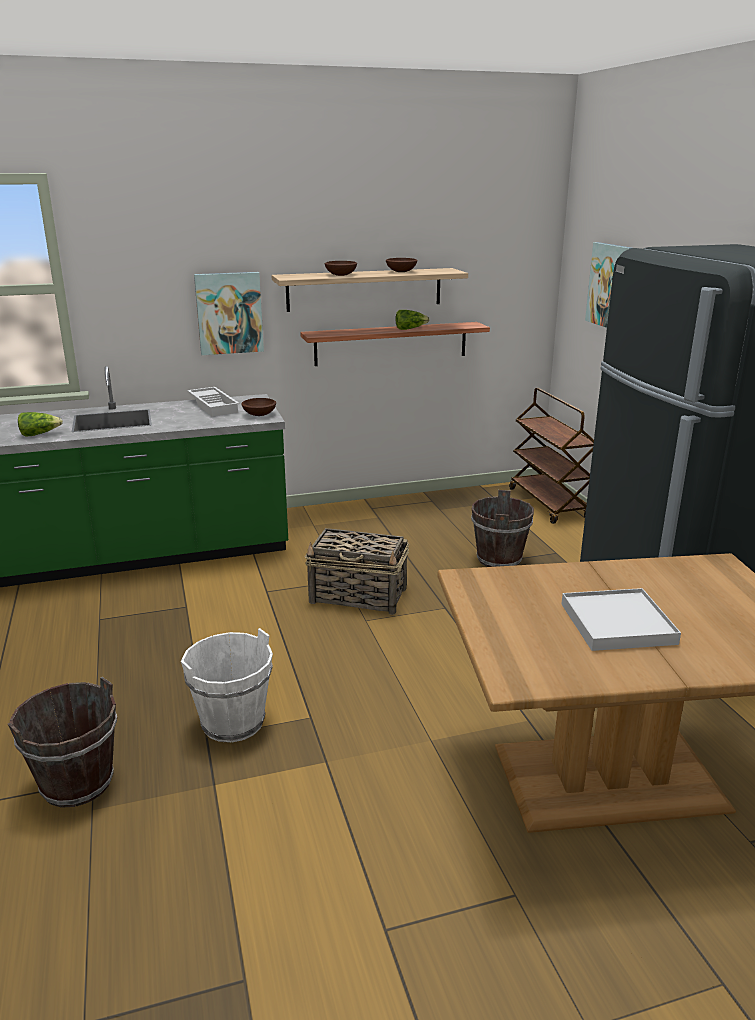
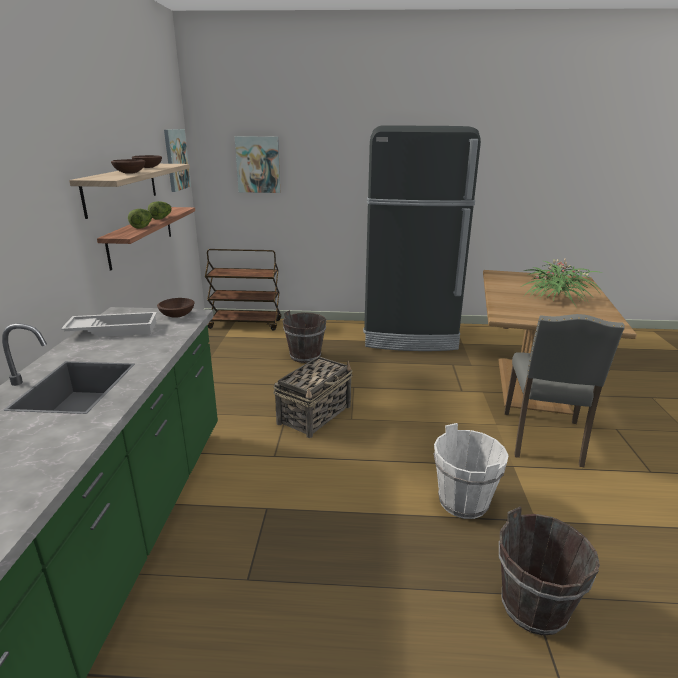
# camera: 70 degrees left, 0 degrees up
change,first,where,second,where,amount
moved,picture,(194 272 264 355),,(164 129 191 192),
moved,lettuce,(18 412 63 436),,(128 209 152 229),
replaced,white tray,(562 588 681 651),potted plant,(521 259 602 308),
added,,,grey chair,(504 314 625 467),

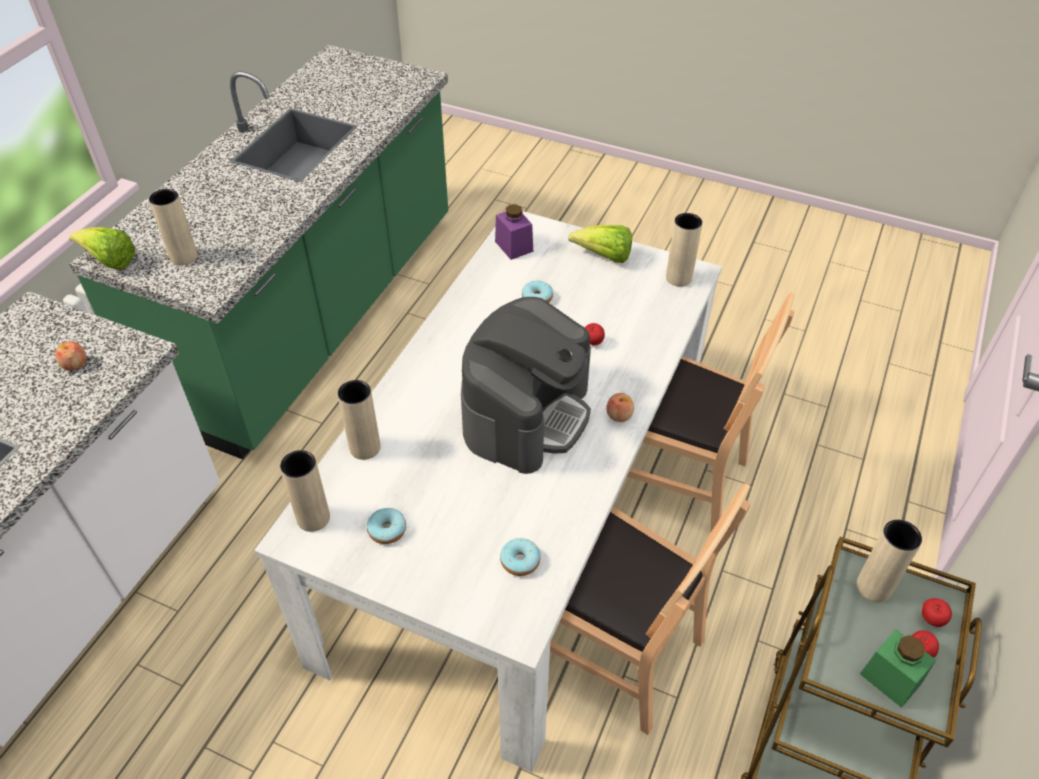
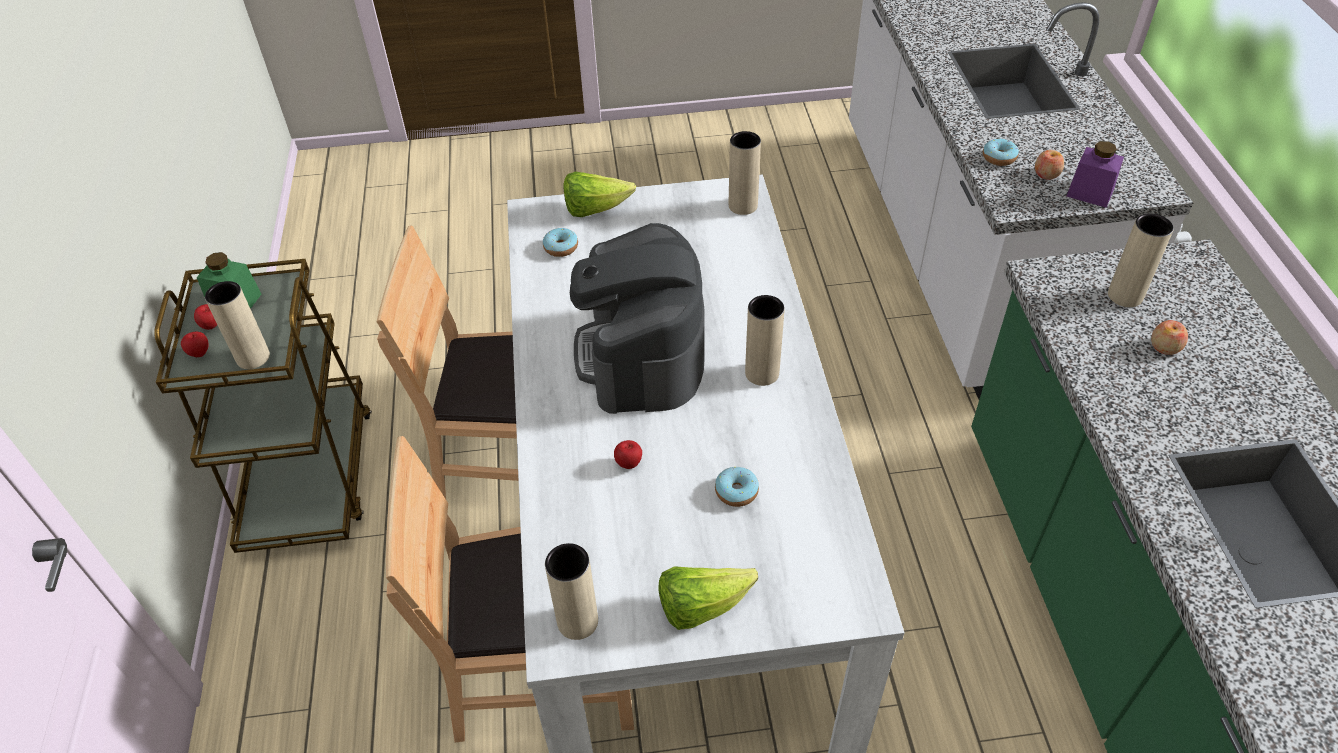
# camera: 150 degrees right, 0 degrees up
change,first,where,second,where,amount
moved,purple jar,(495 204 533 260),,(1066 141 1124 208),
moved,lettuce,(69 227 135 270),,(564 172 636 217),
moved,beige vase,(337 380 381 460),,(745 295 785 386),
moved,apple,(606 393 634 422),,(1151 320 1188 355),
moved,donut,(367 508 406 544),,(983 139 1019 166),

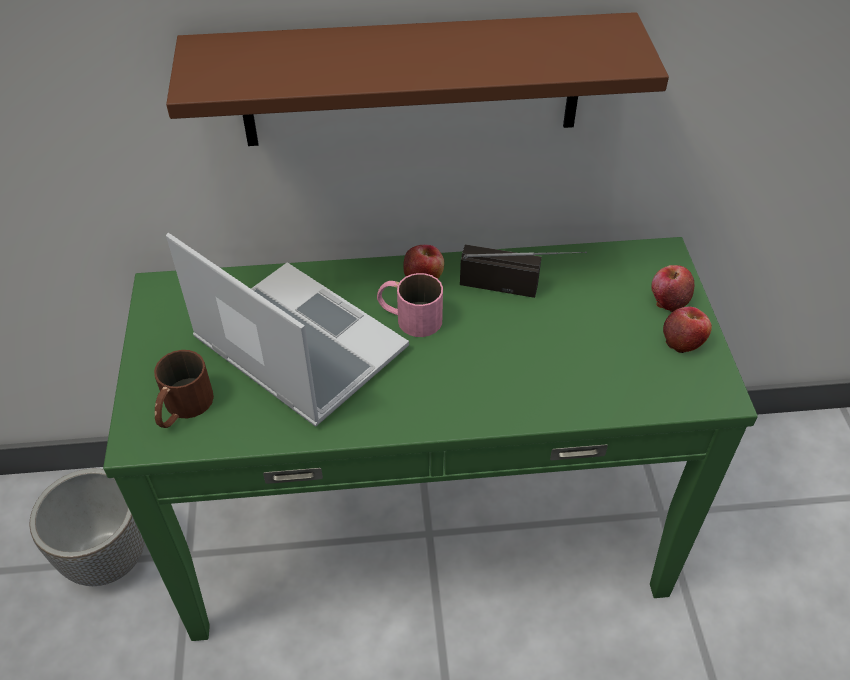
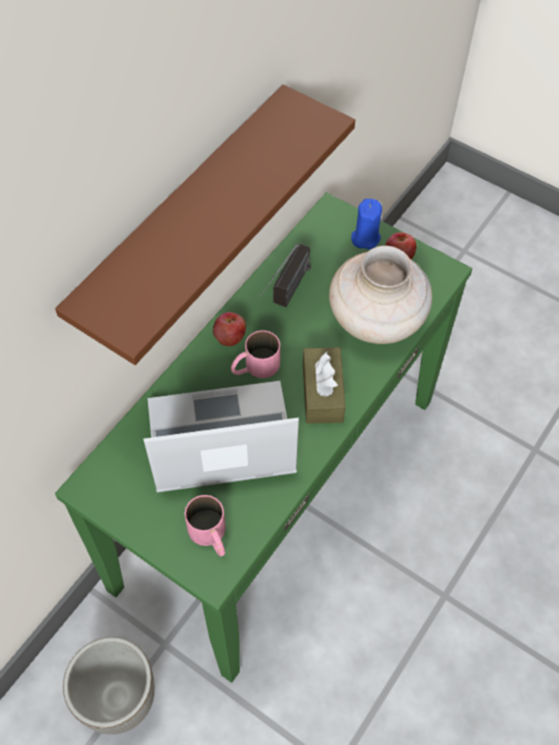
# camera: 50 degrees left, 10 degrees up
change,first,where,second,where,amount
turned,radio,(460 244 587 298),,(260 244 311 307),150 degrees clockwise
replaced,apple,(651 265 694 312),blue candle,(351 199 382 250),
recoloured,brown mug,(154 350 214 428),pink mug,(184 495 226 556),
added,,,beige vase,(329 246 432 344),
added,,,brown tissue box,(303 347 346 424),

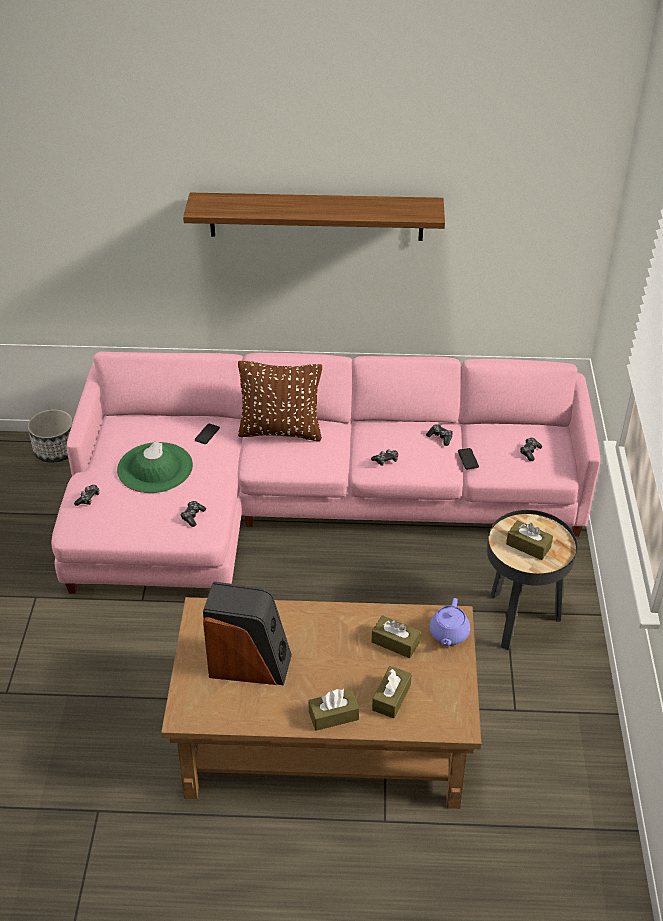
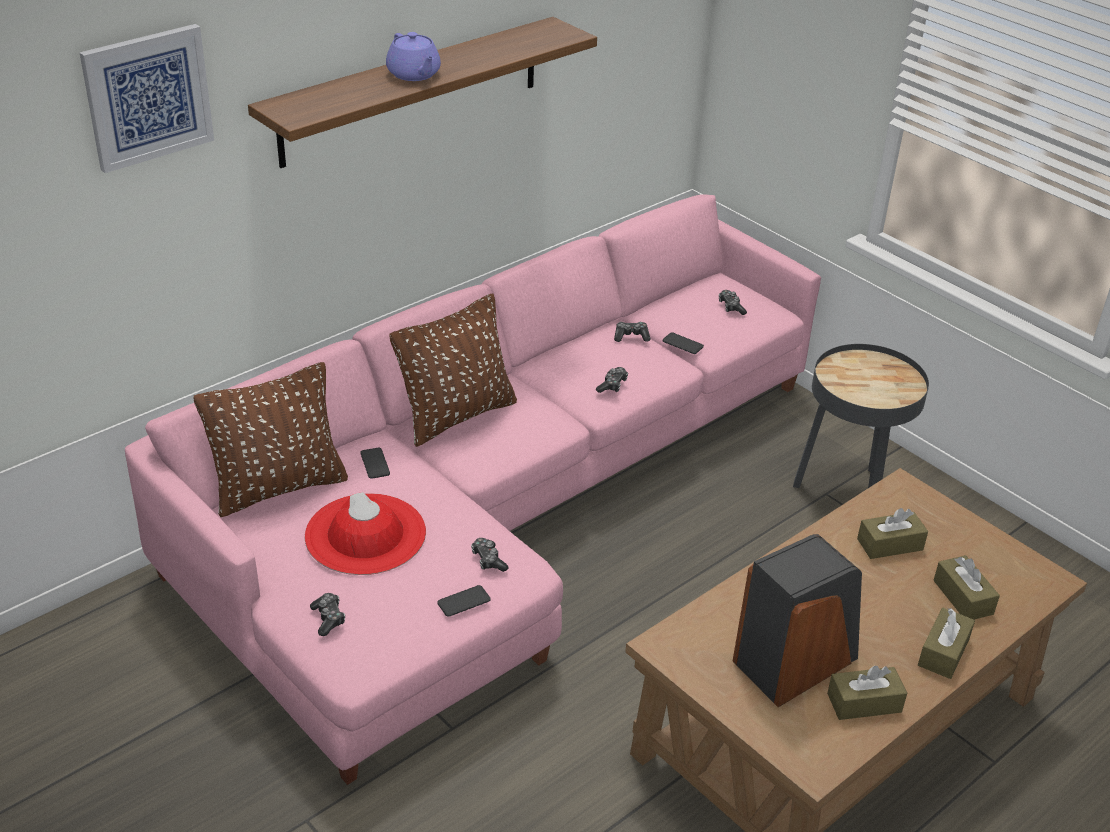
# camera: 45 degrees left, 5 degrees down
change,first,where,second,where,amount
removed,planter,(28 409 73 463),,,
recoloured,green hat,(117 442 193 493),red hat,(305 492 426 575),
moved,brown tissue box,(506 520 553 560),,(827 666 907 720),
moved,purple teapot,(429 598 470 646),,(386 32 441 81),
added,,,picture,(79 24 214 173),
added,,,brown pillow,(194 362 348 517),
added,,,phone,(437 585 490 617),

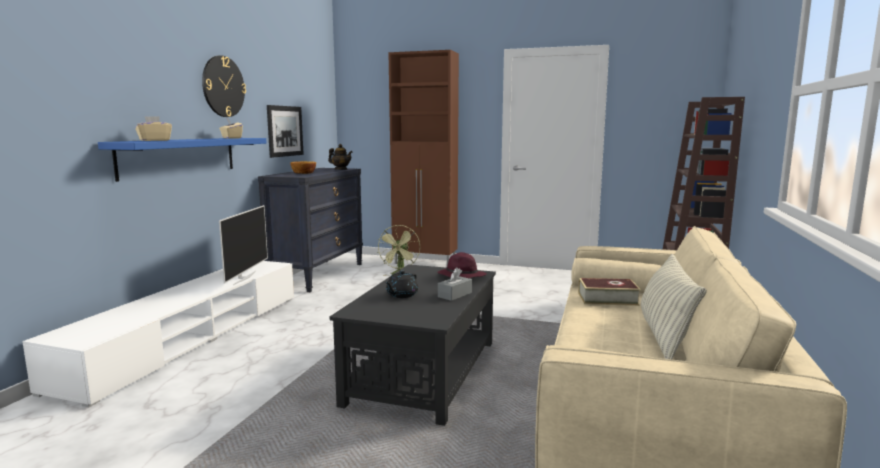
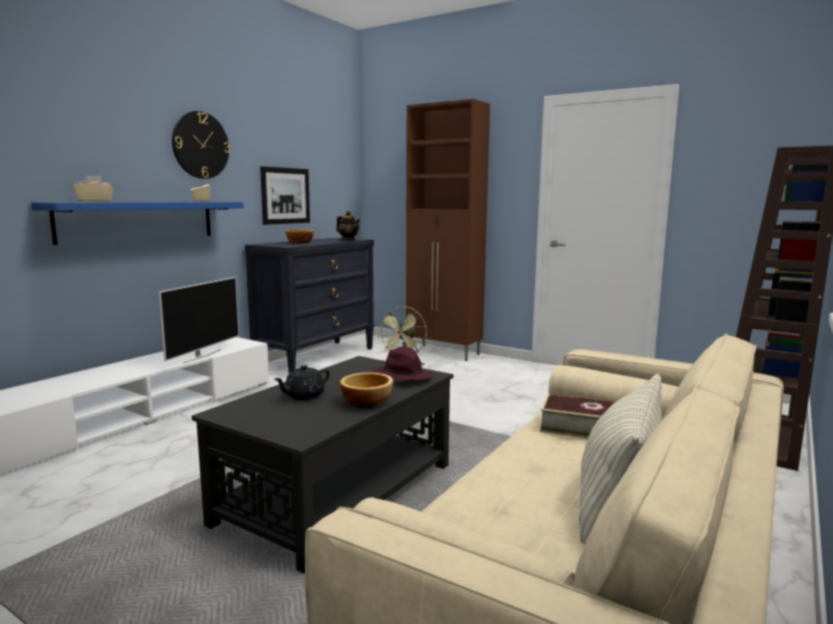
# camera: 15 degrees right, 0 degrees up
change,first,where,second,where,amount
replaced,grey tissue box,(438 267 472 301),bowl,(340 372 393 408),

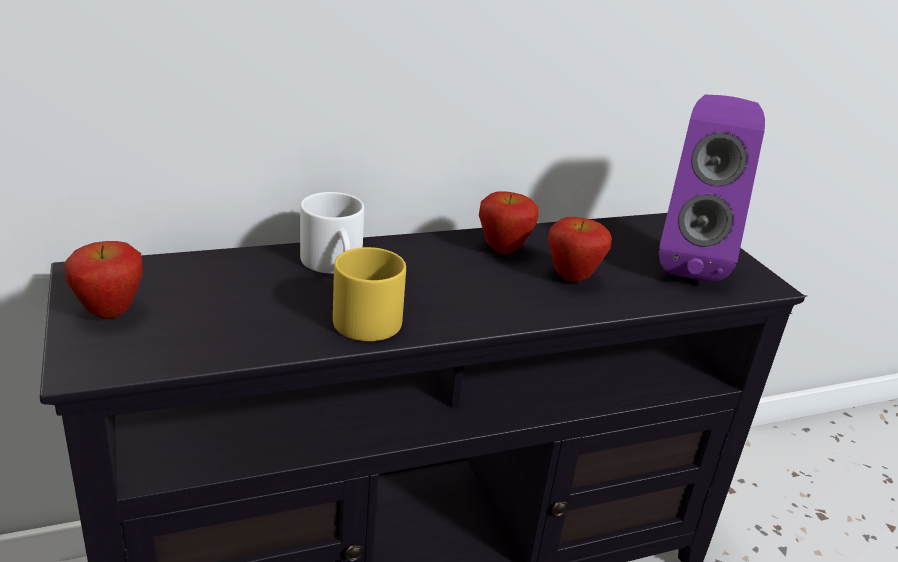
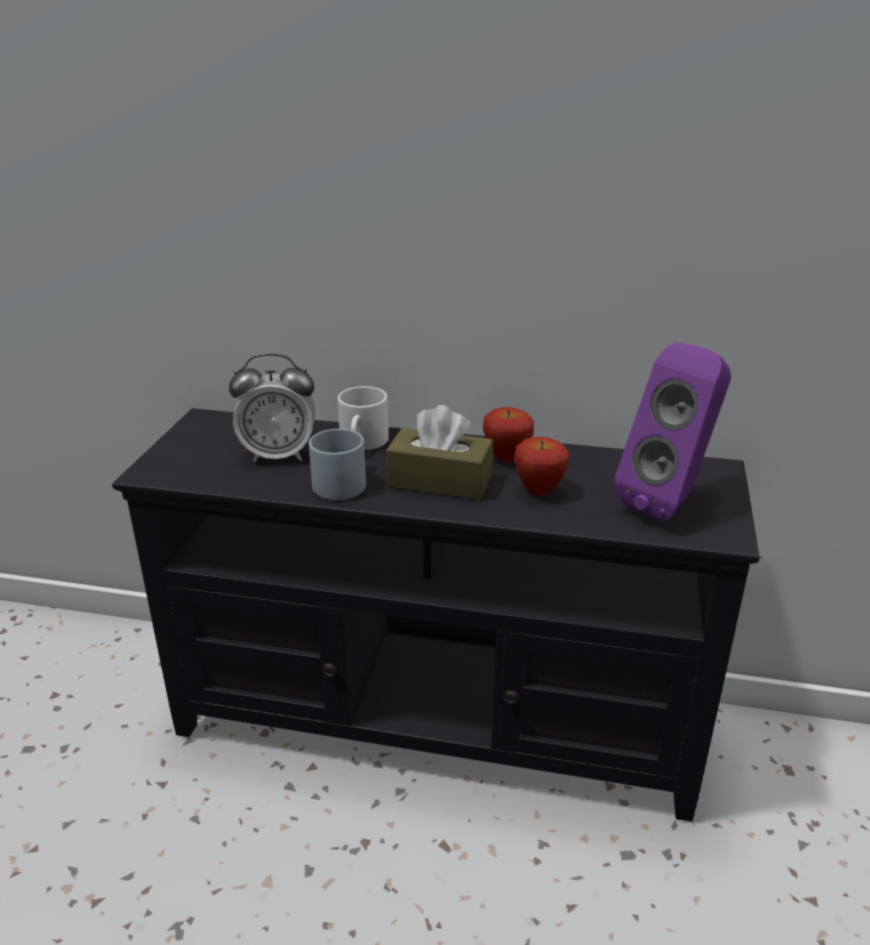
# camera: 35 degrees right, 0 degrees up
change,first,where,second,where,amount
removed,apple,(64 241 143 319),,,
recoloured,yellow mug,(333 247 406 341),grey mug,(309 429 366 500),
added,,,alarm clock,(229 353 315 462),
added,,,brown tissue box,(386 405 493 500),

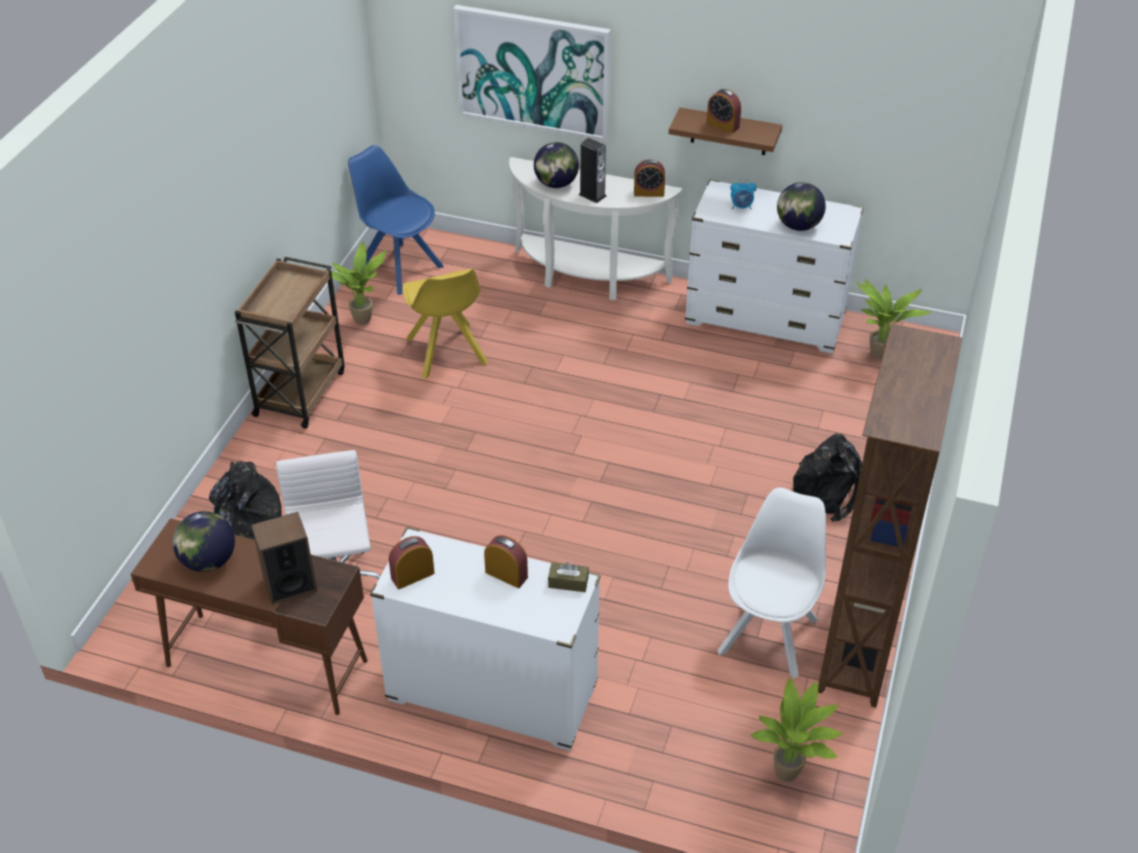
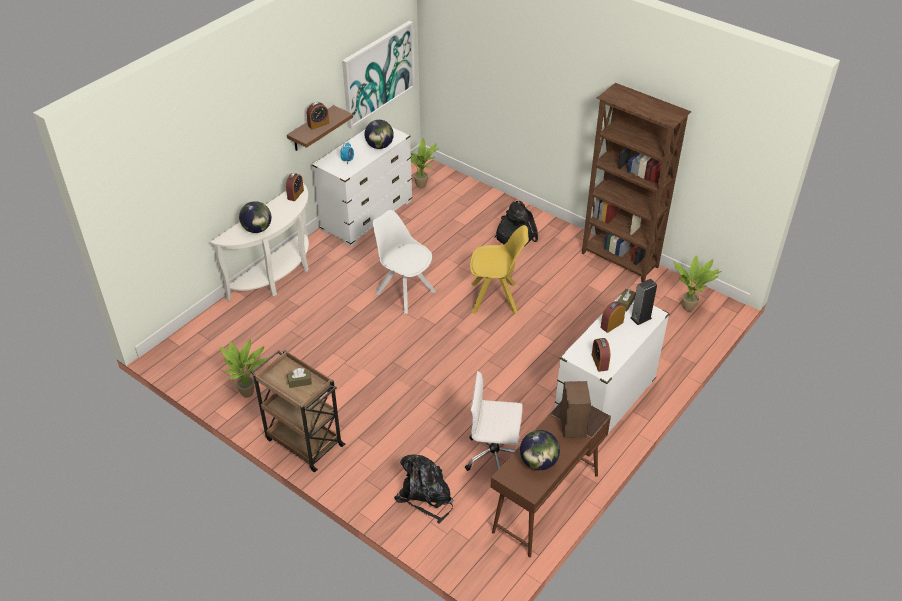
# camera: 70 degrees left, 0 degrees up
change,first,where,second,where,amount
moved,picture,(453 5 611 141),,(342 21 415 129),
moved,speaker,(578 138 606 203),,(630 279 657 325),
removed,blue chair,(348 145 444 295),,,
moved,yellow chair,(403 269 488 379),,(470 225 529 314),
moved,white chair,(717 488 826 679),,(373 210 436 314),
added,,,brown tissue box,(287 368 312 388),

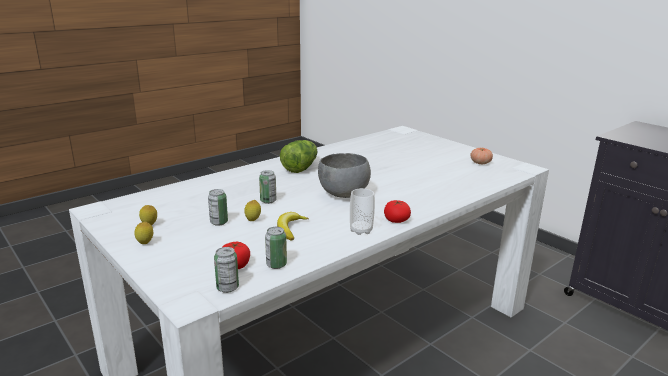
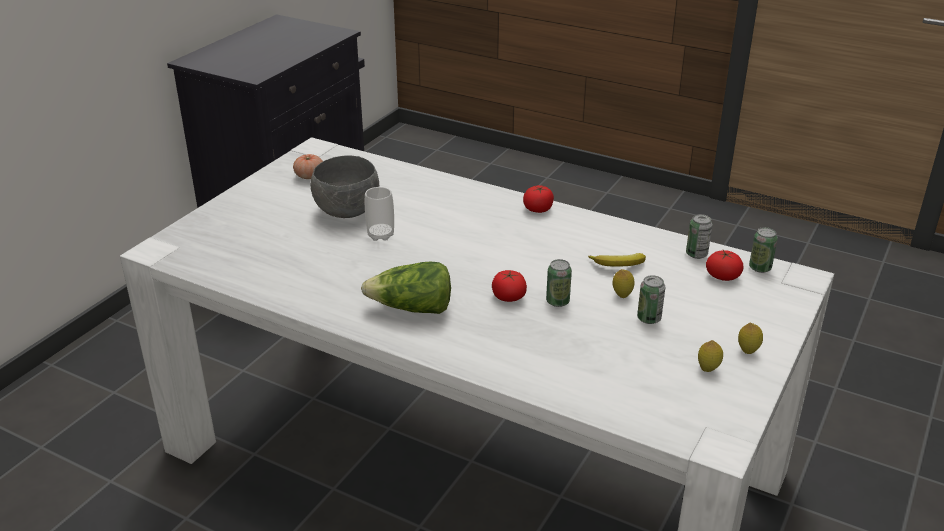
# camera: 110 degrees left, 10 degrees up
change,first,where,second,where,amount
moved,grey bowl,(318 153 371 198),,(310 155 379 218),
moved,cup,(350 188 375 235),,(365 187 394 241),
added,,,tomato,(492 270 527 302),

